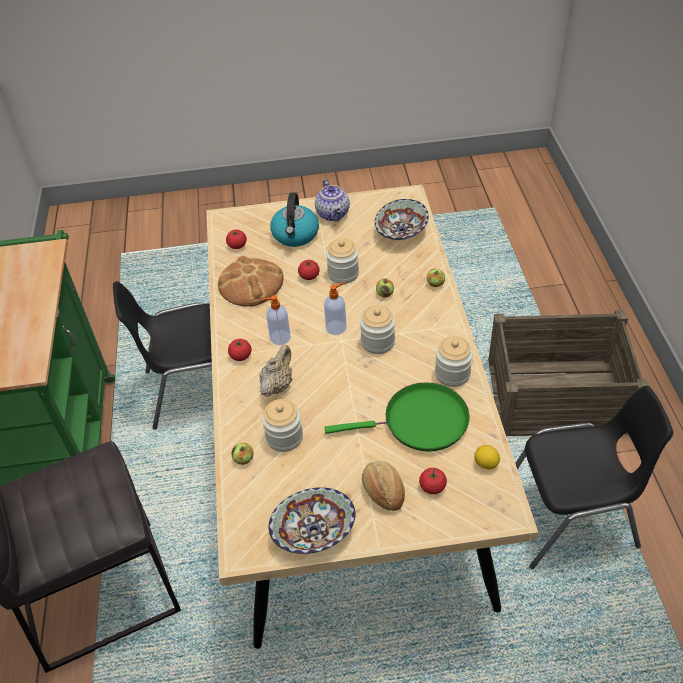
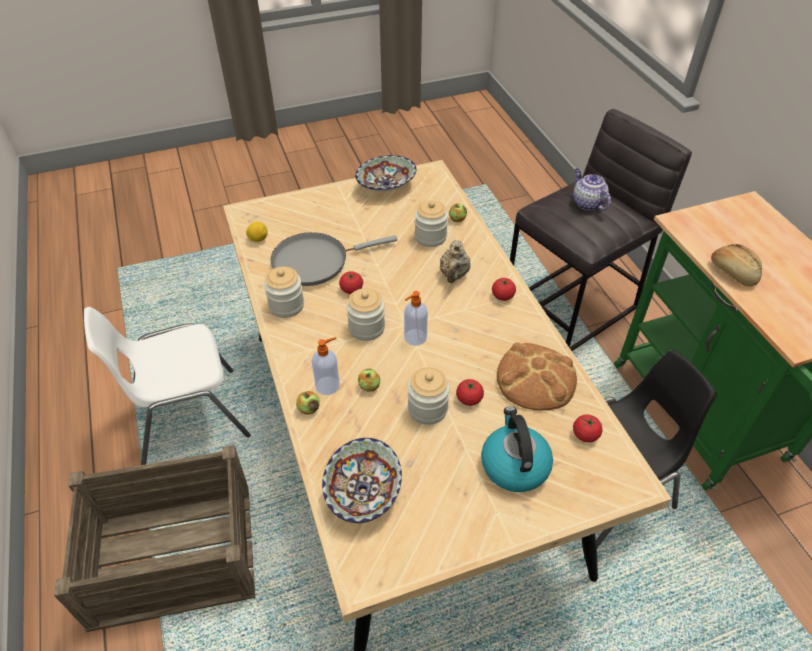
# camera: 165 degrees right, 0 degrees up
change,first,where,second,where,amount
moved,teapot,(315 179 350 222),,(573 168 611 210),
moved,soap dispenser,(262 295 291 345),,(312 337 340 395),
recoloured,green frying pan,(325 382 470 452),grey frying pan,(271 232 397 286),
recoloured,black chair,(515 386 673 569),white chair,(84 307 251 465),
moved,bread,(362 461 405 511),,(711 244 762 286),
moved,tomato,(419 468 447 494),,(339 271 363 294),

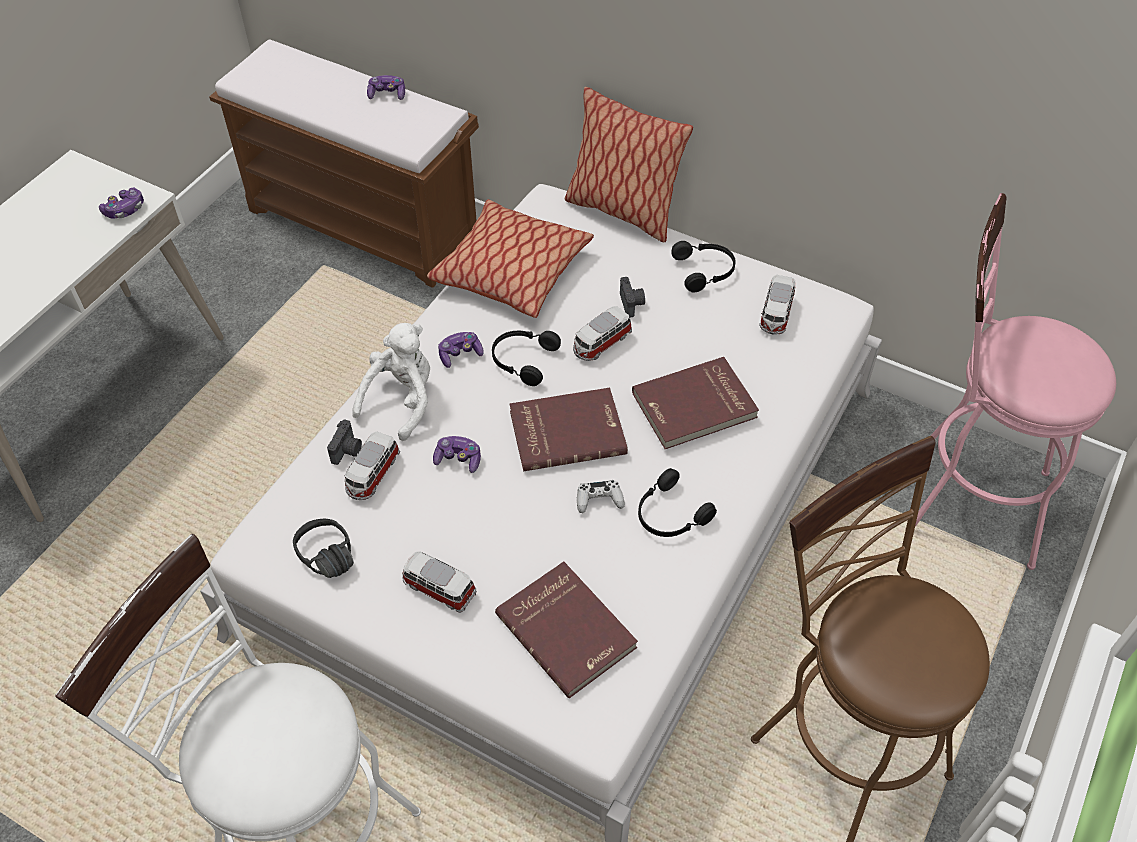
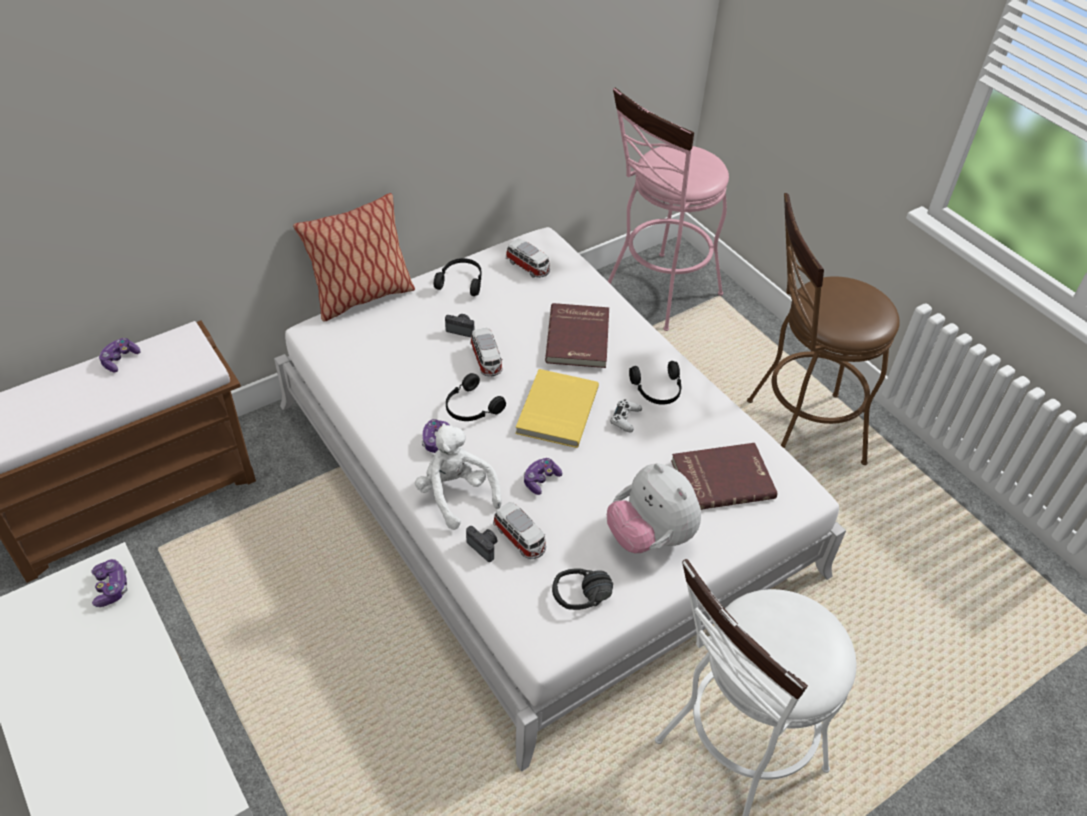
# camera: 65 degrees left, 5 degrees down
change,first,where,second,where,amount
removed,pillow,(427 199 594 318),,,
recoloured,red book,(509 388 628 471),yellow book,(515 369 599 448),
replaced,toy car,(402 551 477 613),plush toy,(607 463 701 553),

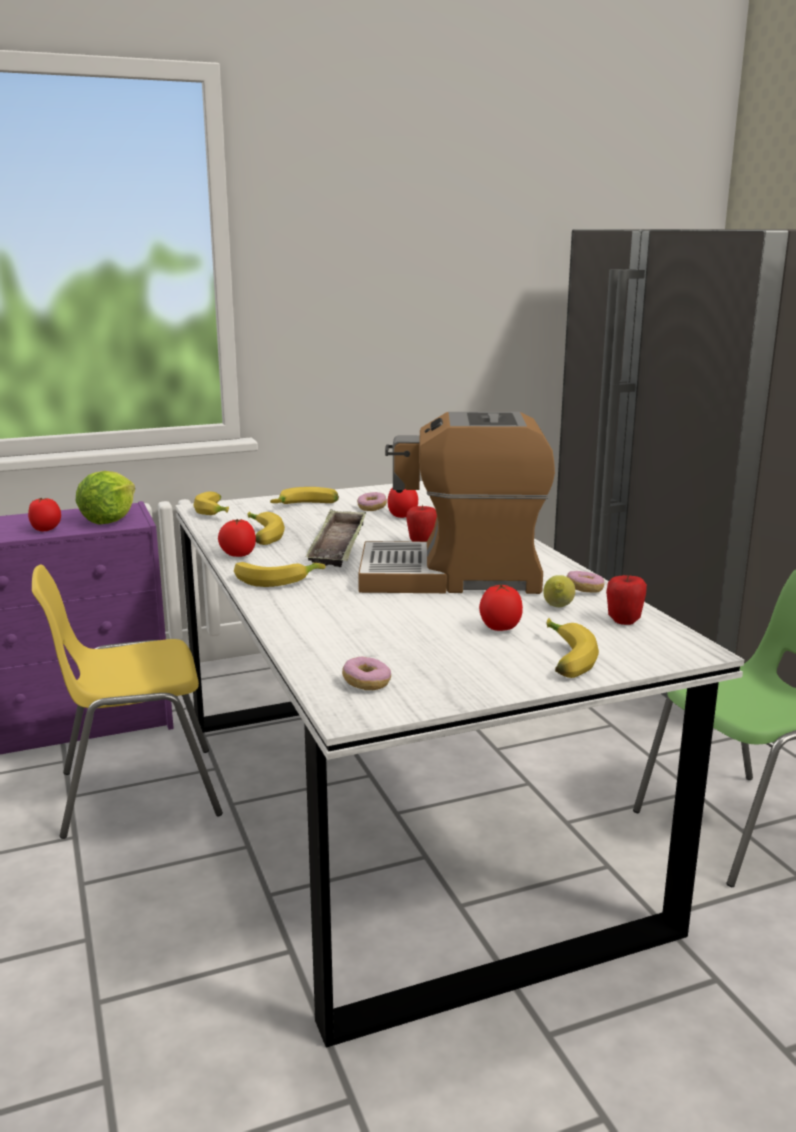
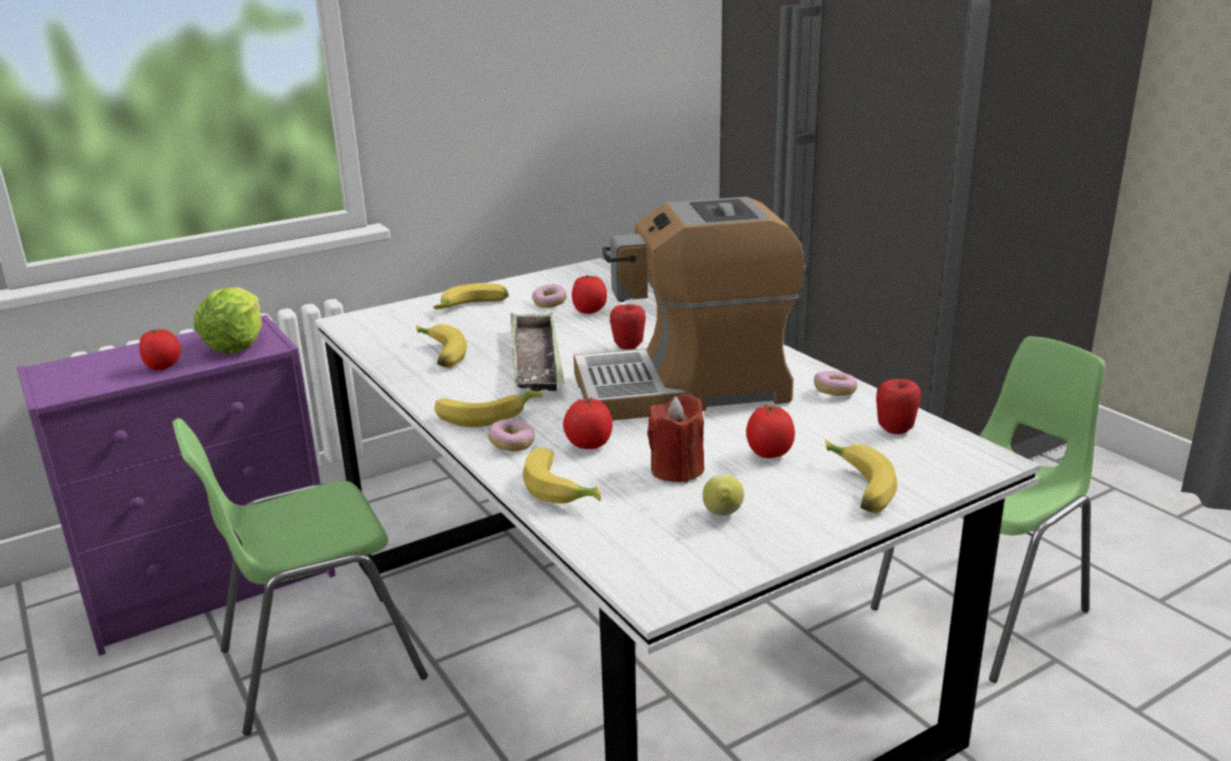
# camera: 10 degrees left, 5 degrees up
change,first,where,second,where,amount
moved,banana,(194 491 229 515),,(523 448 601 504),
moved,tomato,(218 519 256 557),,(563 397 612 449),
recoloured,yellow chair,(32 565 223 839),green chair,(172 418 428 736),
moved,lemon,(543 575 575 607),,(703 474 744 516),
moved,donut,(342 657 391 690),,(488 419 535 451),
added,,,red candle,(647 394 704 482),

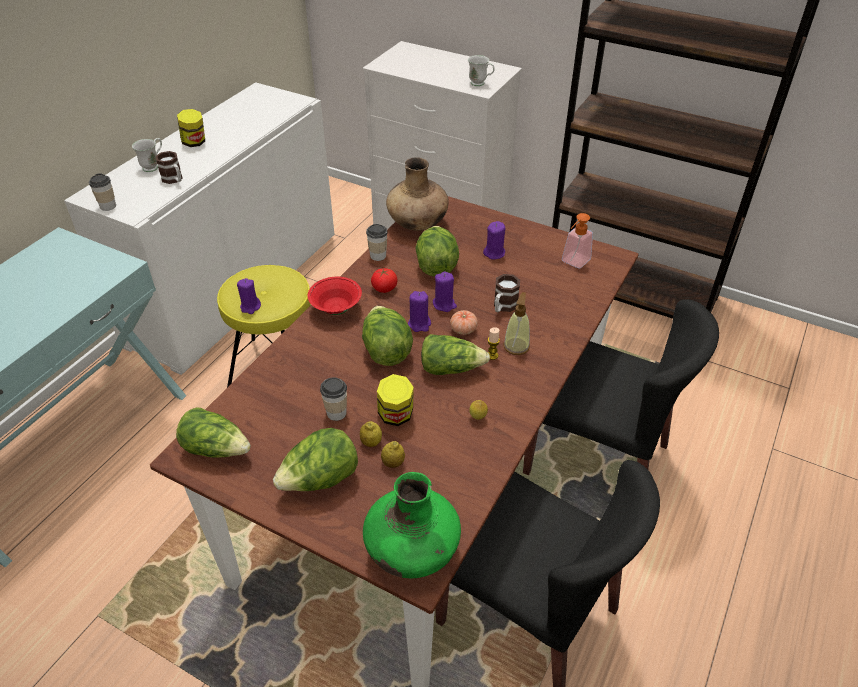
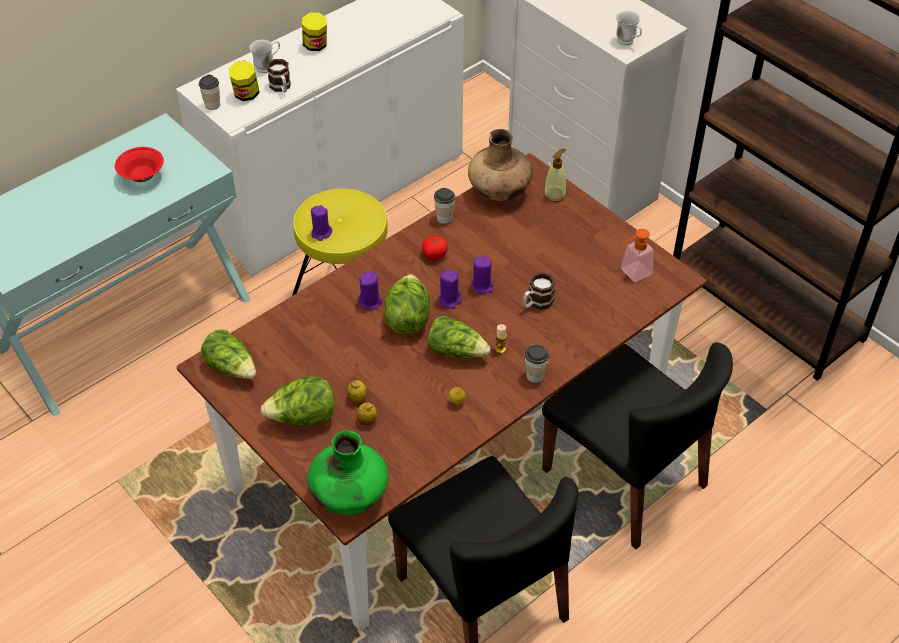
# camera: 20 degrees right, 5 degrees up
change,first,where,second,where,amount
moved,purple candle,(483 221 505 259),,(358 271 383 310),
removed,lettuce,(416 226 459 277),,,
moved,red bowl,(307 277 362 315),,(115 147 164 182),
moved,soap dispenser,(504 292 530 355),,(544 148 566 202),
removed,tomato,(450 310 478 335),,,
moved,jar,(377 374 414 426),,(229 61 260 101),
moved,cup,(320 377 347 421),,(525 345 549 383),

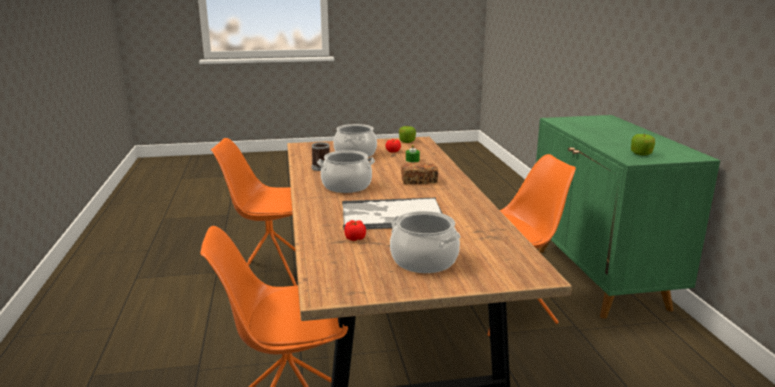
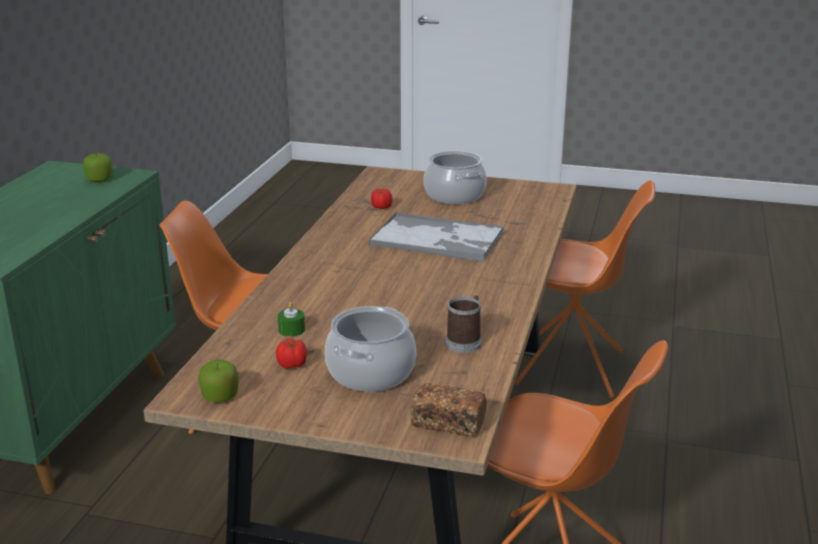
# camera: 155 degrees left, 5 degrees up
change,first,where,second,where,amount
removed,cooking pot,(317 150 375 193),,,
moved,bread,(401 163 438 184),,(410 383 487 437),
moved,tomato,(344 220 366 241),,(371 189 393 209),

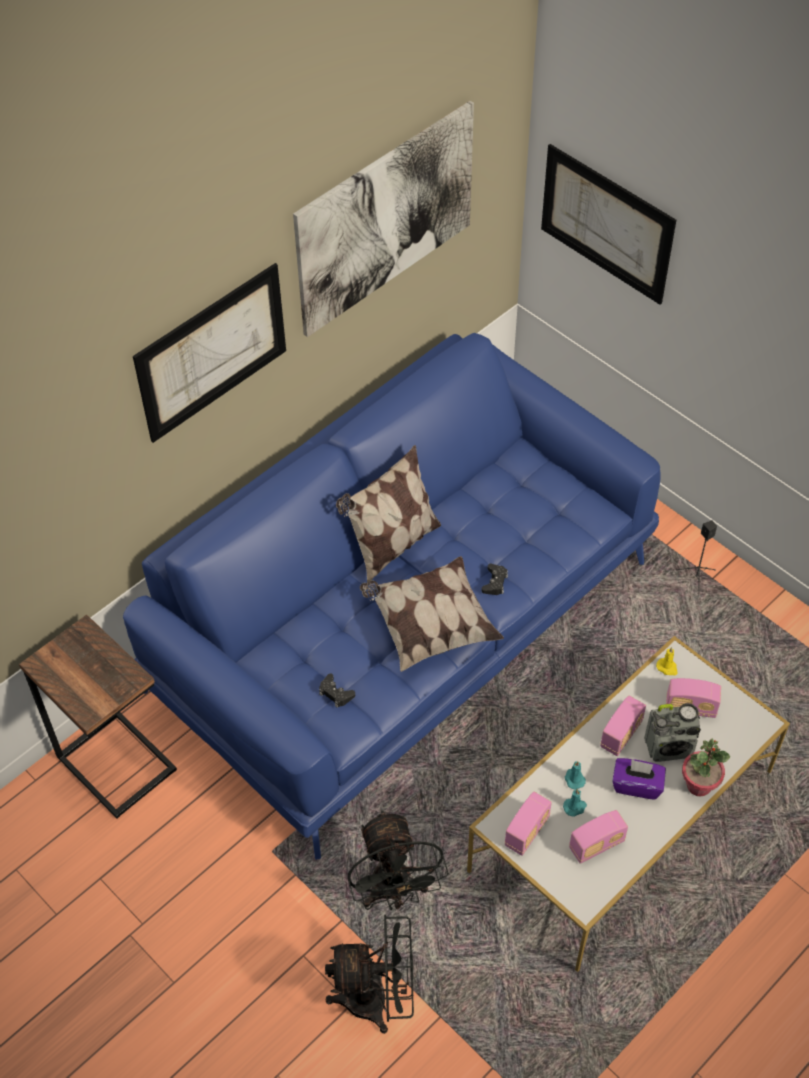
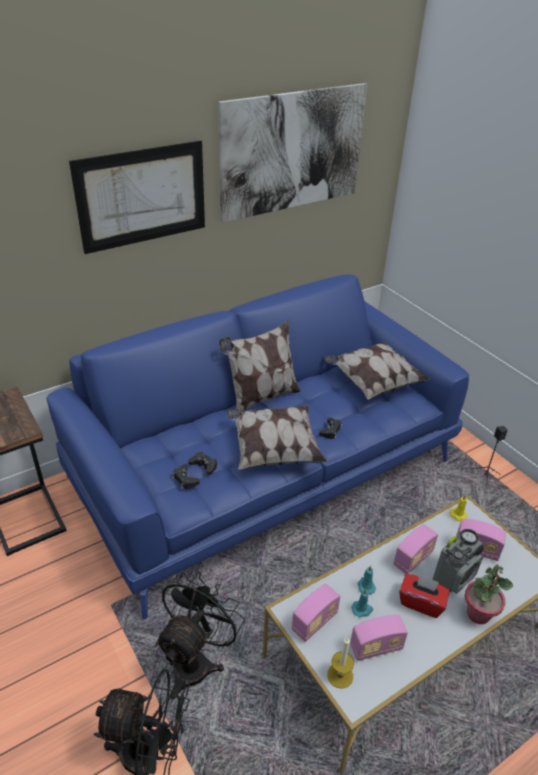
# camera: 10 degrees right, 15 degrees down
change,first,where,second,where,amount
removed,picture,(541 144 676 305),,,
turned,radio,(644 703 701 762),,(433 529 484 594),45 degrees counterclockwise
recoloured,purple tissue box,(612 758 666 800),red tissue box,(399 574 449 618),
turned,black fan,(347 810 449 910),,(155 572 245 699),150 degrees counterclockwise
added,,,pillow,(324 342 430 400),
added,,,black game controller,(188 452 217 475),
added,,,candle,(327 637 354 689),

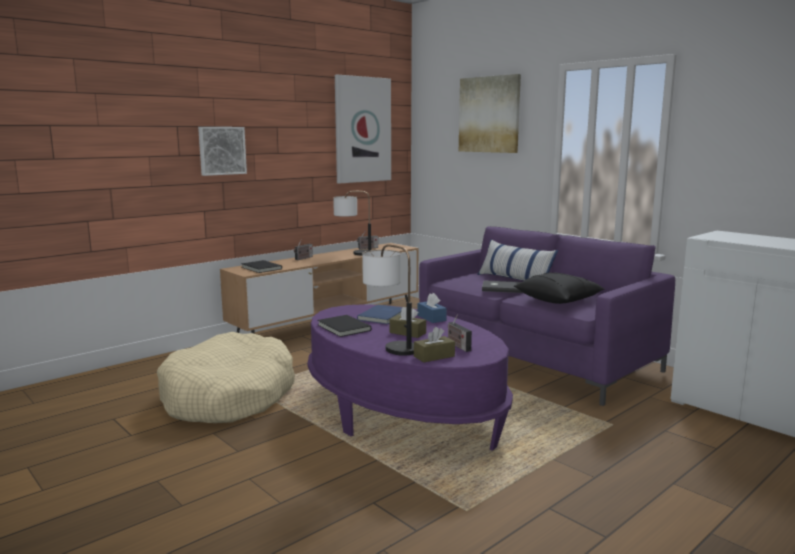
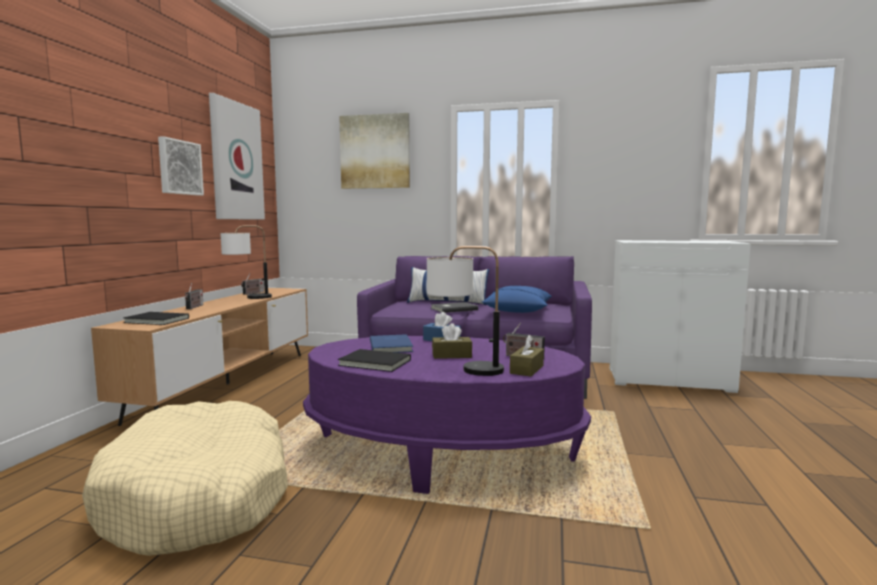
# camera: 35 degrees left, 5 degrees down
change,first,where,second,where,amount
moved,picture,(198 127 247 176),,(158 136 204 196),
recoloured,black pillow,(514 273 605 304),blue pillow,(482 286 552 313),

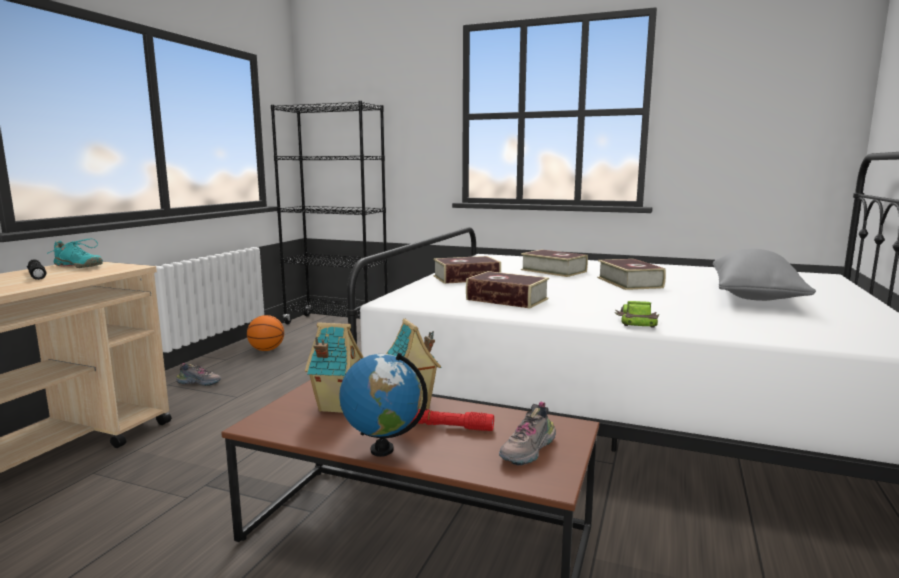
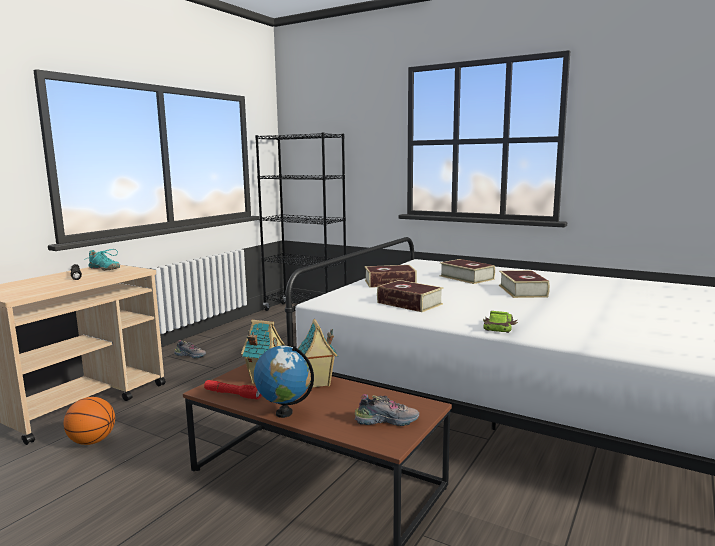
# camera: 10 degrees right, 0 degrees up
change,first,where,second,where,amount
removed,grey pillow,(713 249 816 301),,,
moved,basketball,(247 315 284 351),,(64 397 115 445),
turned,shoe,(499 402 556 465),,(355 394 419 426),135 degrees counterclockwise
moved,red flashlight,(412 409 494 431),,(204 380 261 399),

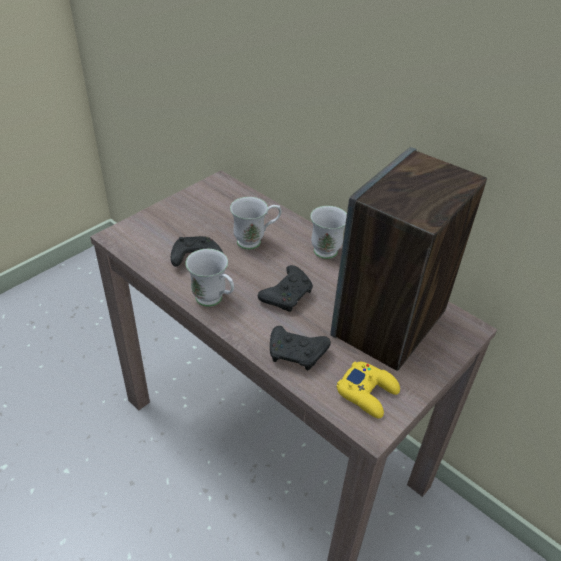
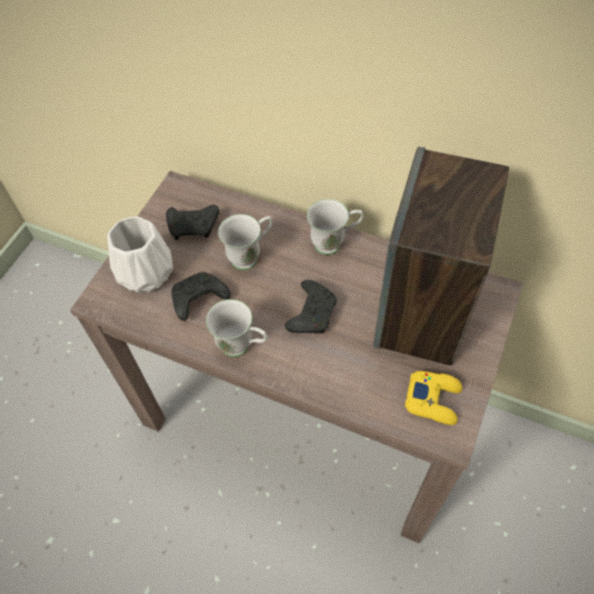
# camera: 15 degrees left, 15 degrees up
change,first,where,second,where,amount
moved,black game controller,(270 326 331 370),,(166 205 219 240),
added,,,white vase,(107 216 173 293),

